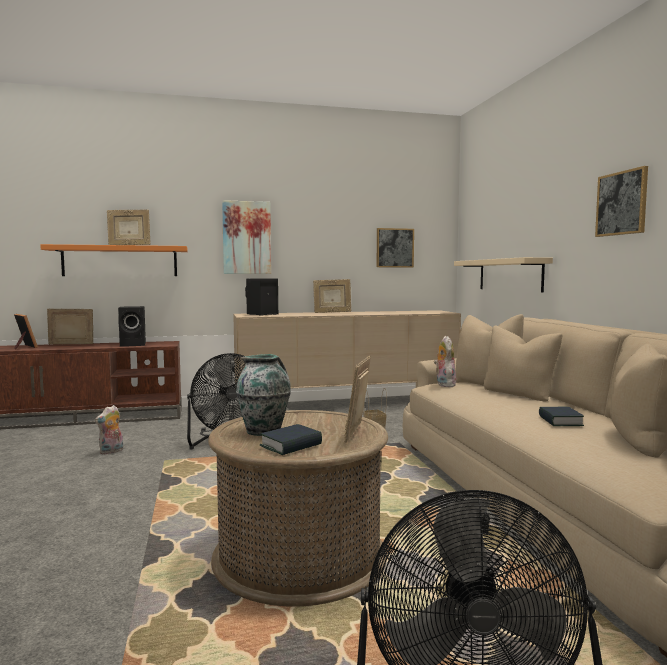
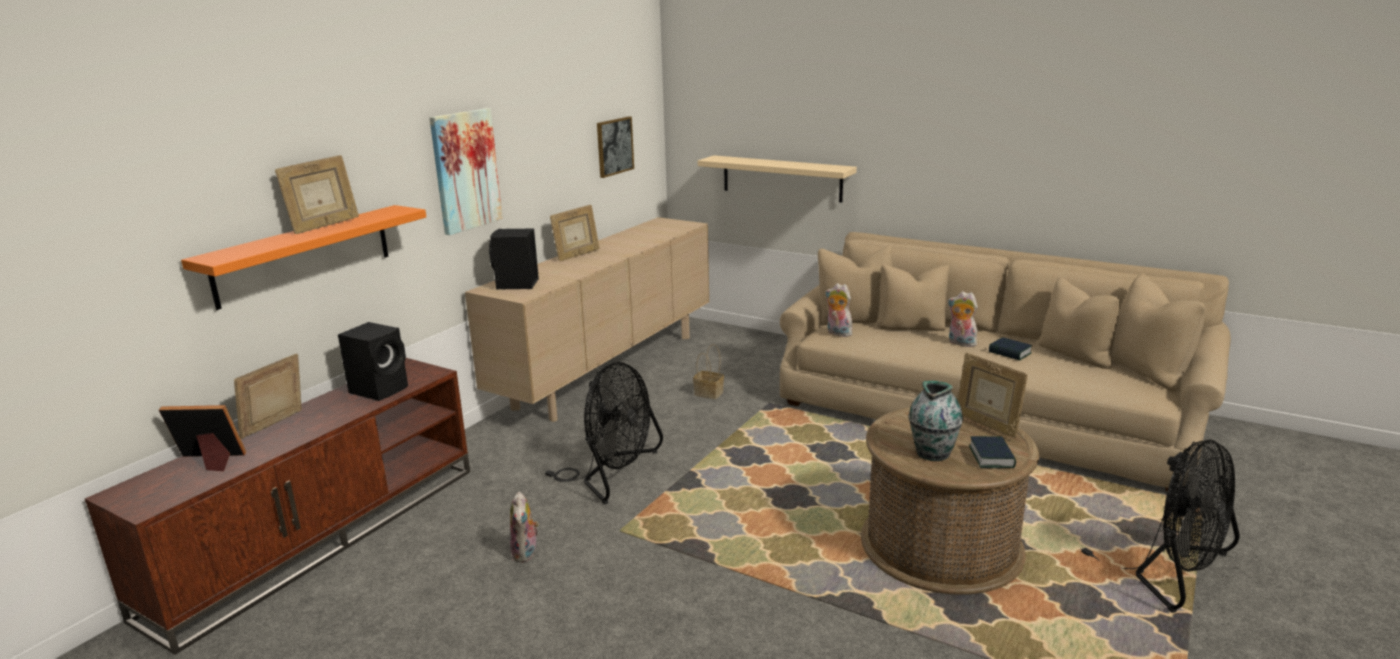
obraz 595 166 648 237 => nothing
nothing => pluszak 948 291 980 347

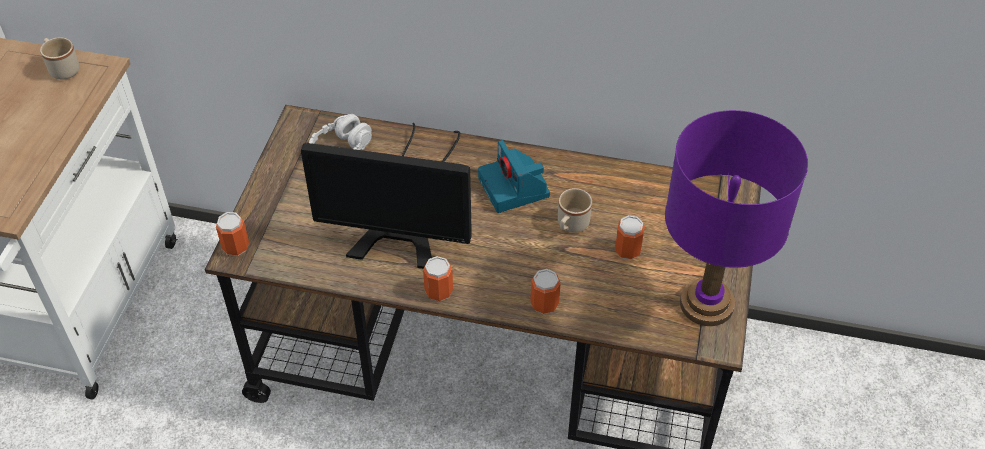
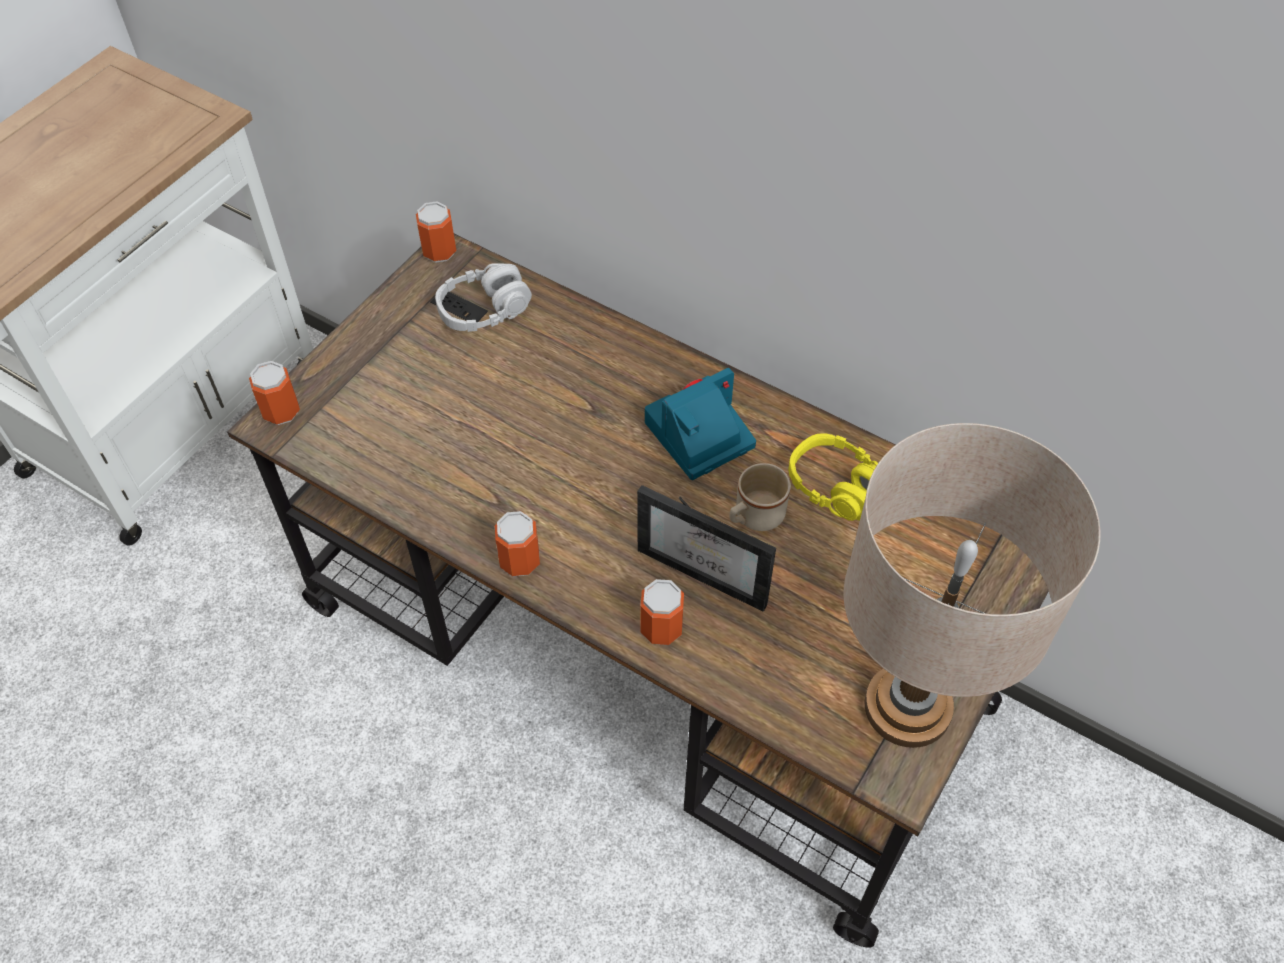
kubek/beżowy 40 37 80 80 => nothing
monitor 301 123 472 269 => nothing
nothing => ramka na zdjęcie 637 485 776 612
nothing => słuchawki/żółty 788 433 878 521
puszka 615 215 645 260 => puszka 416 201 456 263, shifted
lampa stołowa/fioletowy 665 110 808 326 => lampa stołowa/beżowy 843 423 1101 748
aparat fotograficzny 478 140 550 213 => aparat fotograficzny 645 368 756 480, 60 degrees clockwise

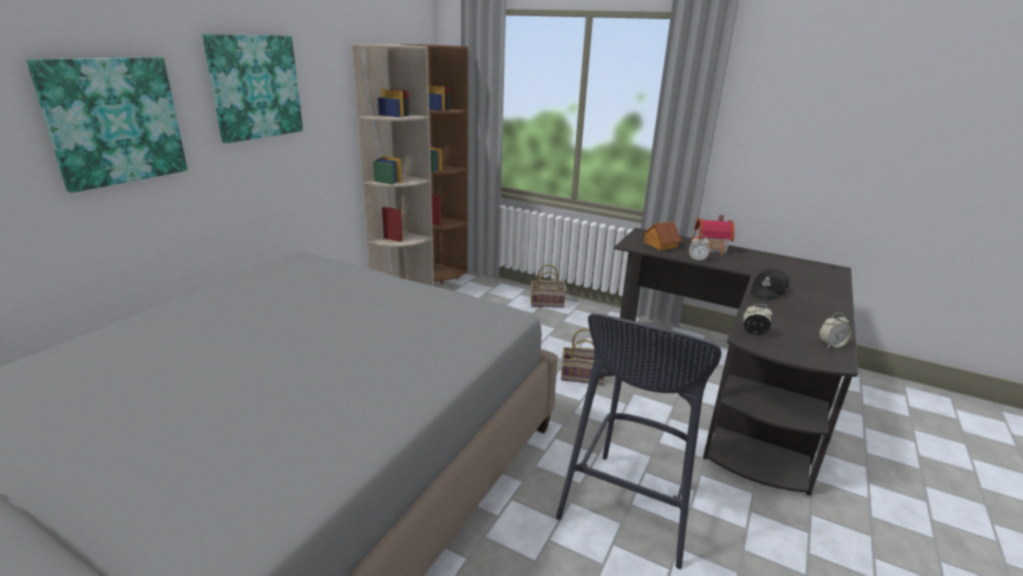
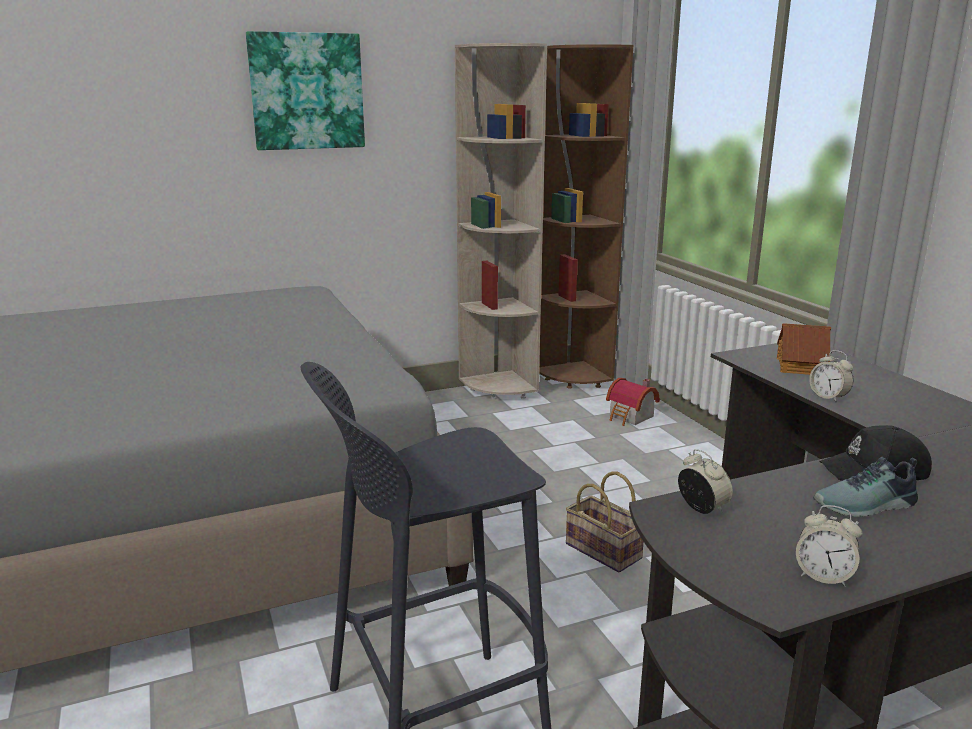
obraz 27 57 188 193 => nothing
koszyk 531 264 566 308 => nothing
nothing => but 813 457 918 517
domek 691 215 735 256 => domek 606 378 660 426, shifted

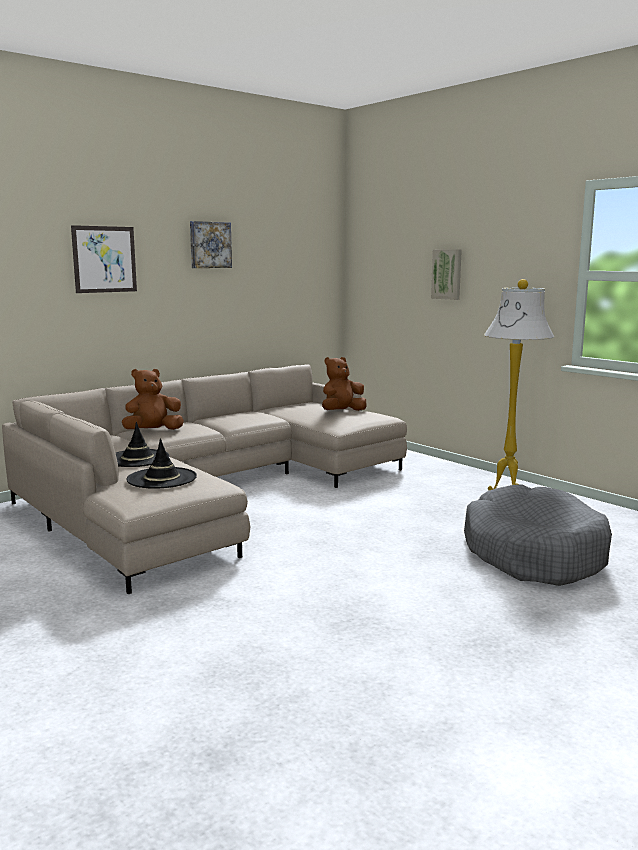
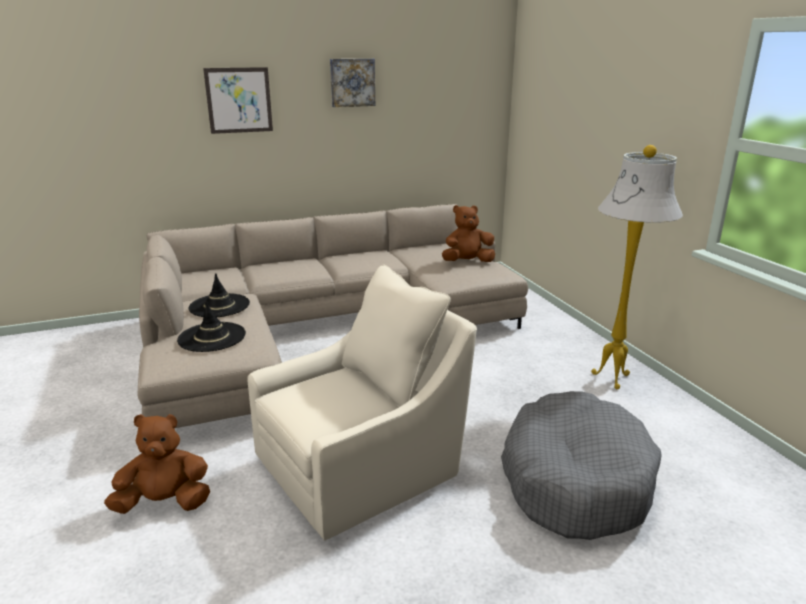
obraz 431 249 462 300 => nothing
nothing => fotel/beżowy 247 265 477 541
pluszak/brązowy 122 369 184 430 => pluszak/brązowy 104 414 210 514, shifted

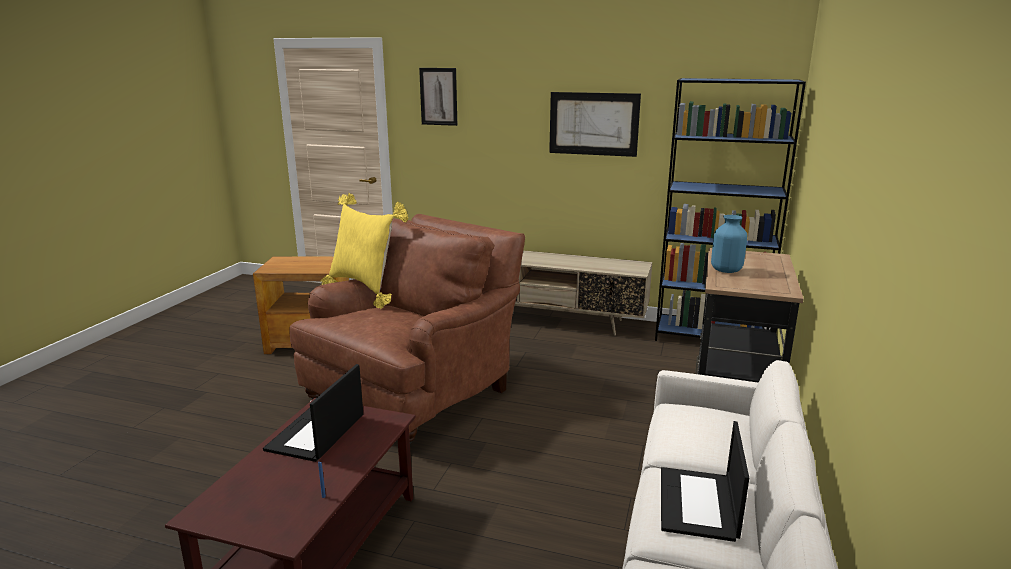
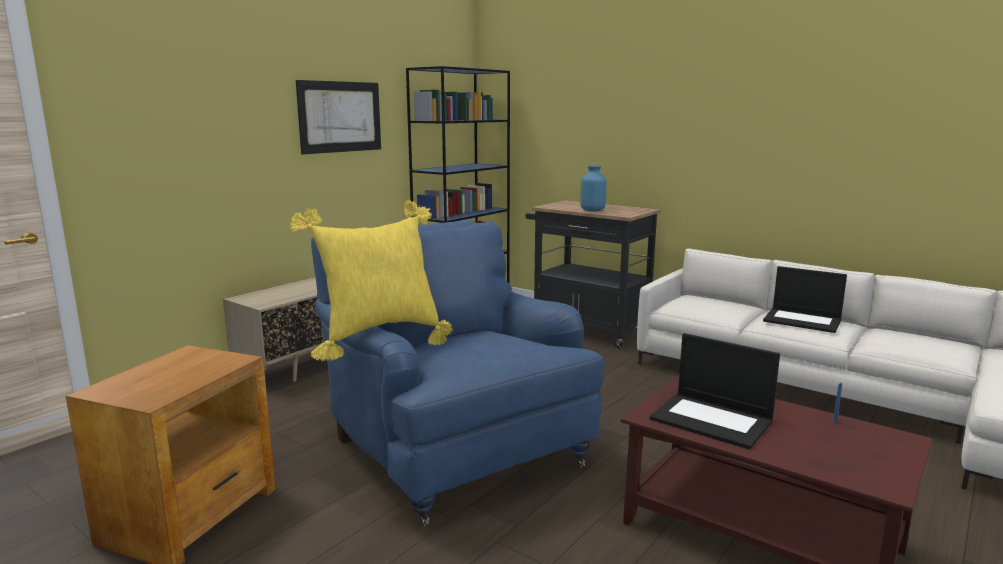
obraz 419 68 457 126 => nothing
fotel/brązowy 289 214 525 444 => fotel/niebieski 311 219 604 527

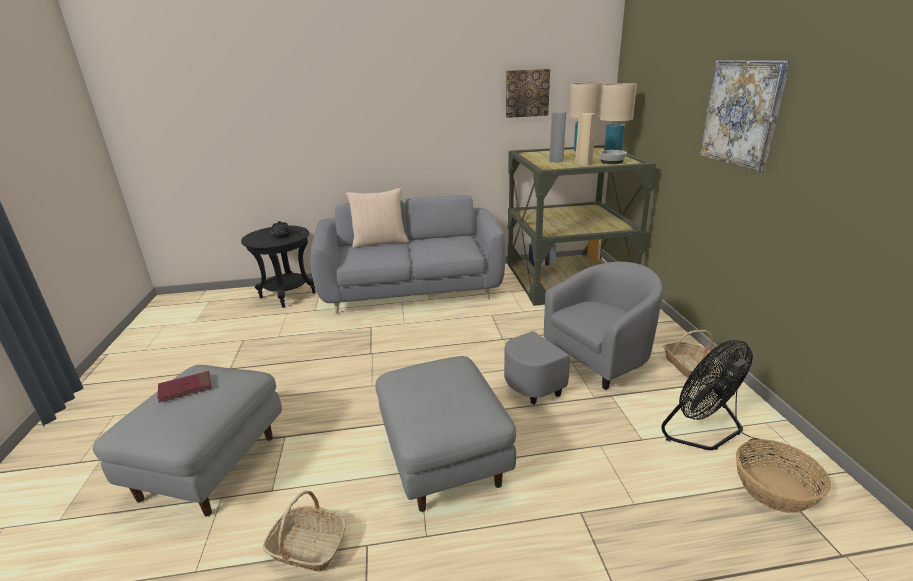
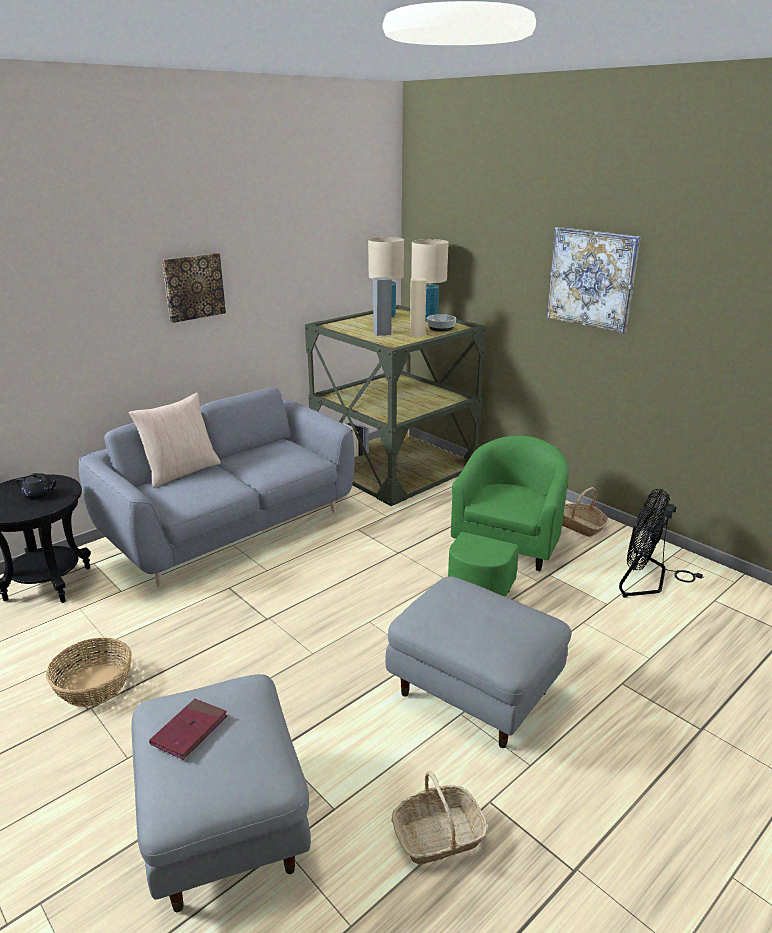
obraz 506 69 550 118 => obraz 162 253 226 323, shifted
koszyk 736 439 831 513 => koszyk 46 638 132 707, shifted
fotel/szary 504 262 663 405 => fotel/zielony 448 436 569 596

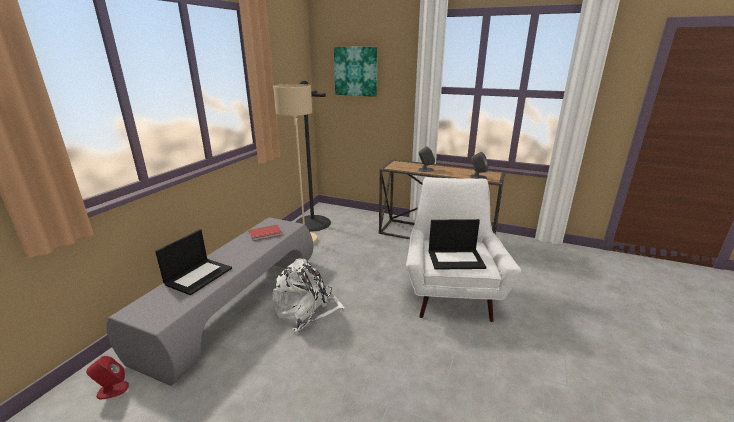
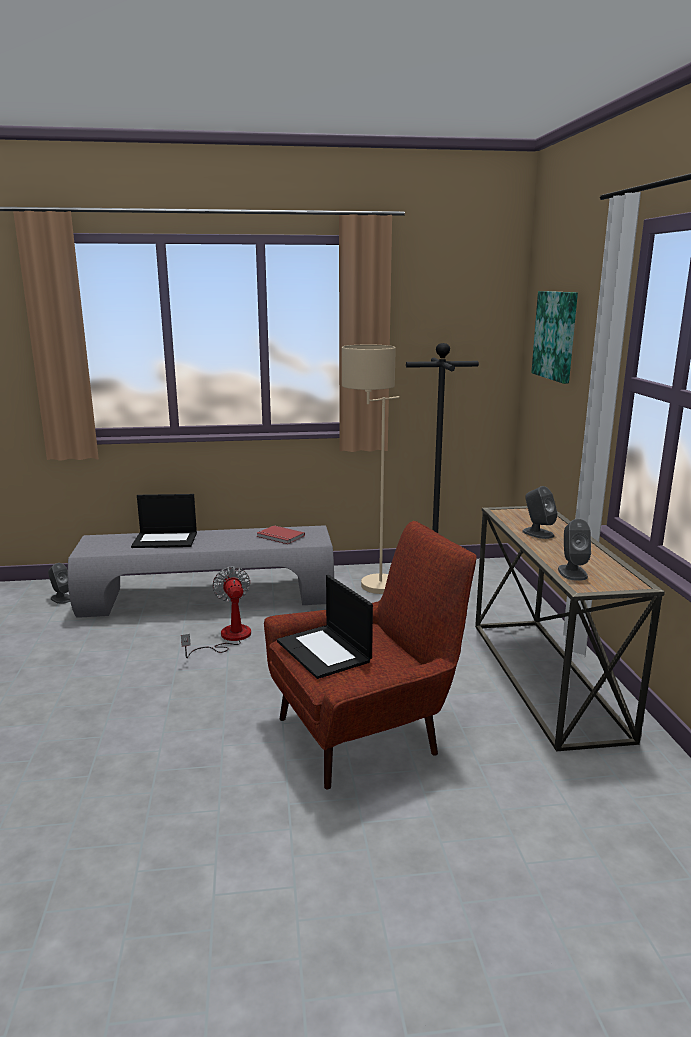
plecak/biały 273 259 344 332 => wentylator 181 566 251 658
głośnik/czerwony 86 356 129 399 => głośnik/szary 48 563 70 604
fotel/biały 406 177 521 322 => fotel/czerwony 264 521 477 789

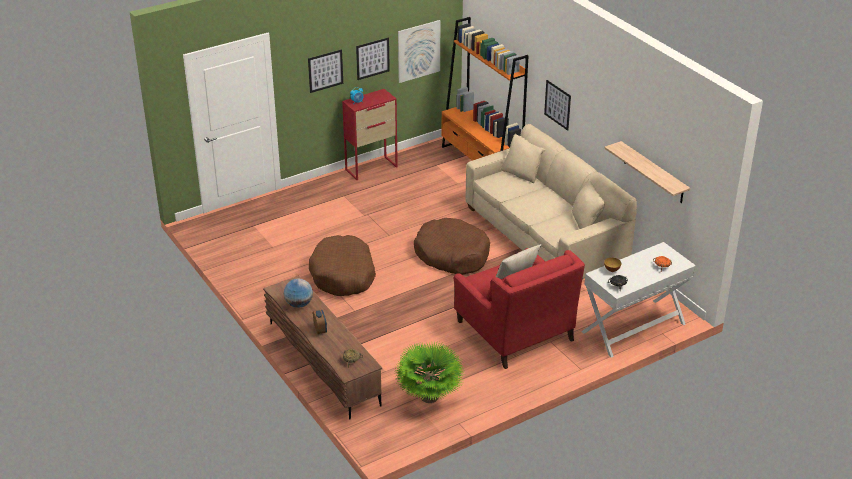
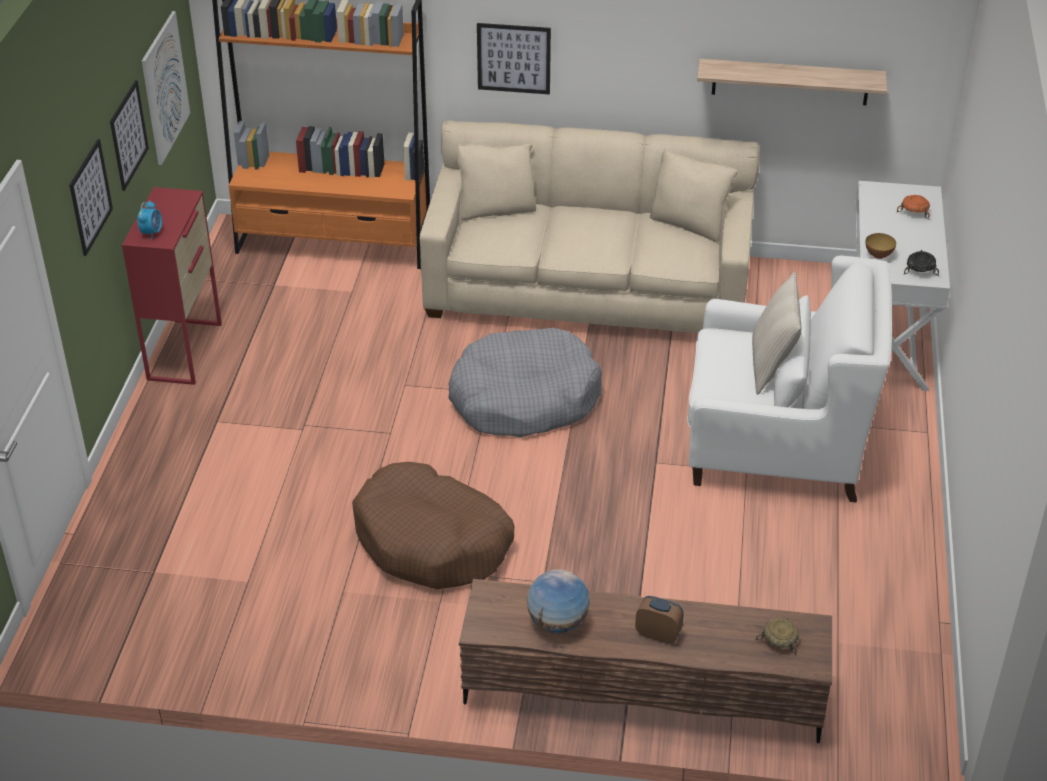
roślina doniczkowa 396 341 465 403 => nothing
legowisko/brązowy 414 218 490 275 => legowisko/szary 448 328 602 437
fotel/czerwony 454 248 585 369 => fotel/biały 687 256 892 503

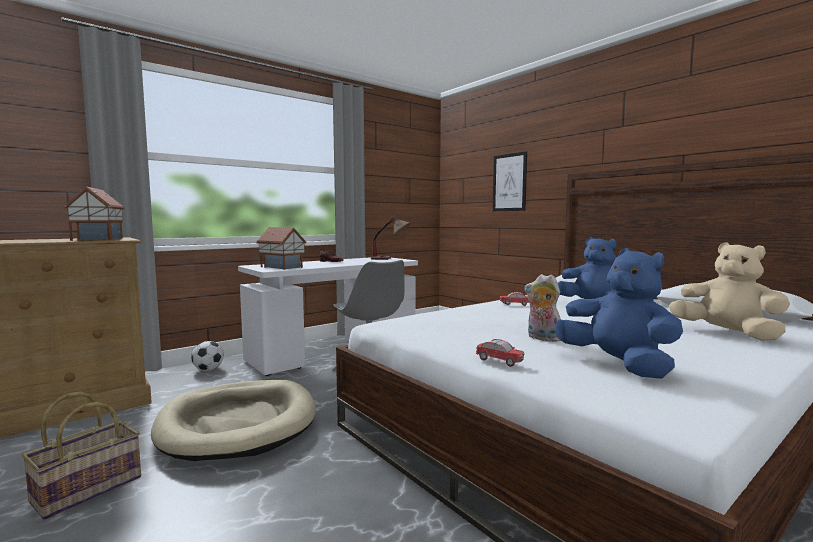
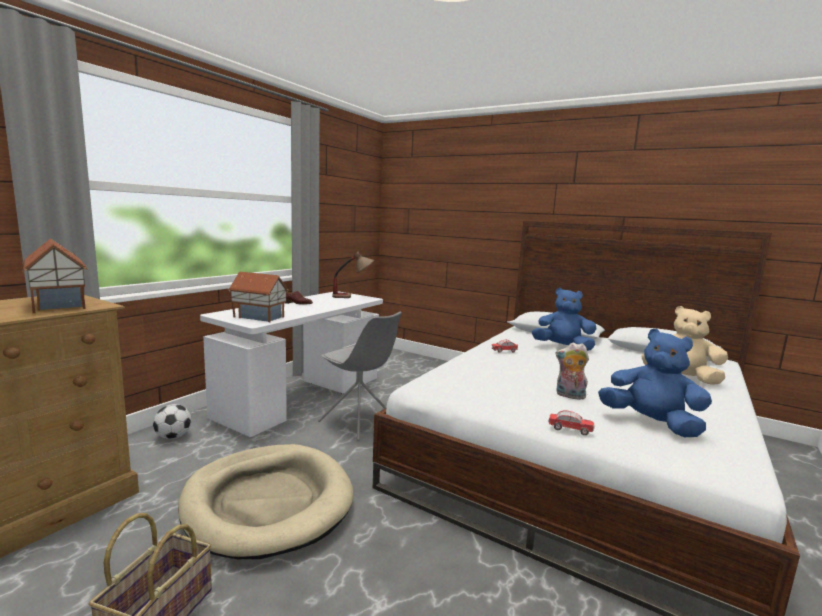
obraz 493 151 527 211 => nothing

